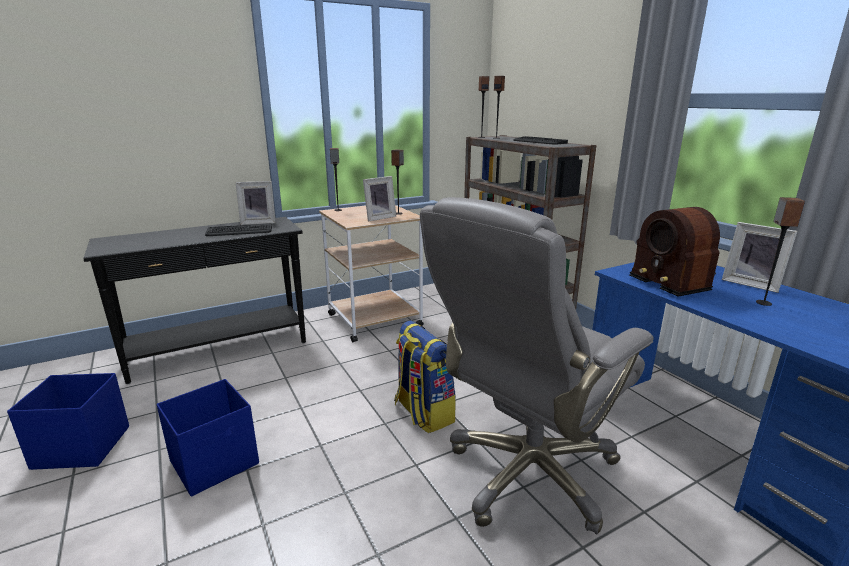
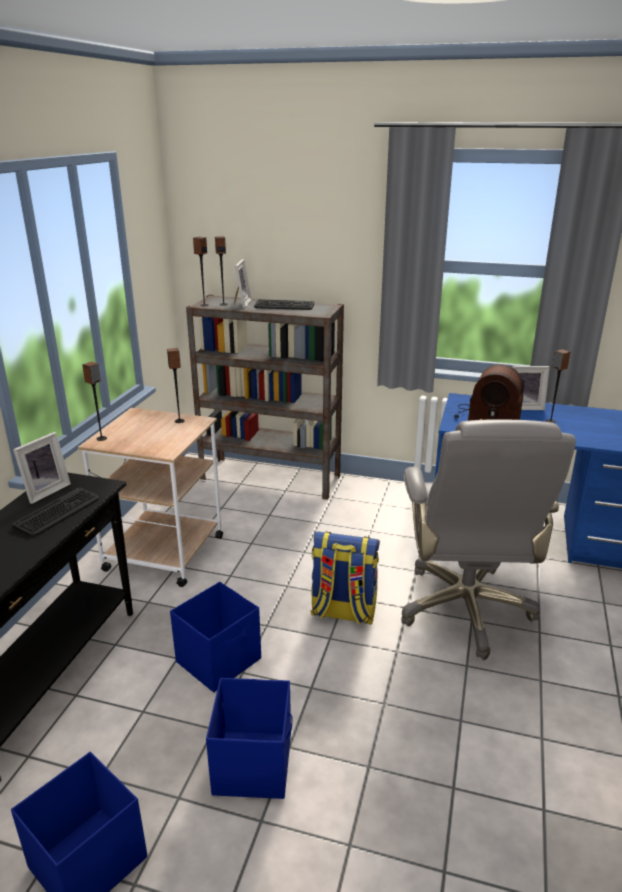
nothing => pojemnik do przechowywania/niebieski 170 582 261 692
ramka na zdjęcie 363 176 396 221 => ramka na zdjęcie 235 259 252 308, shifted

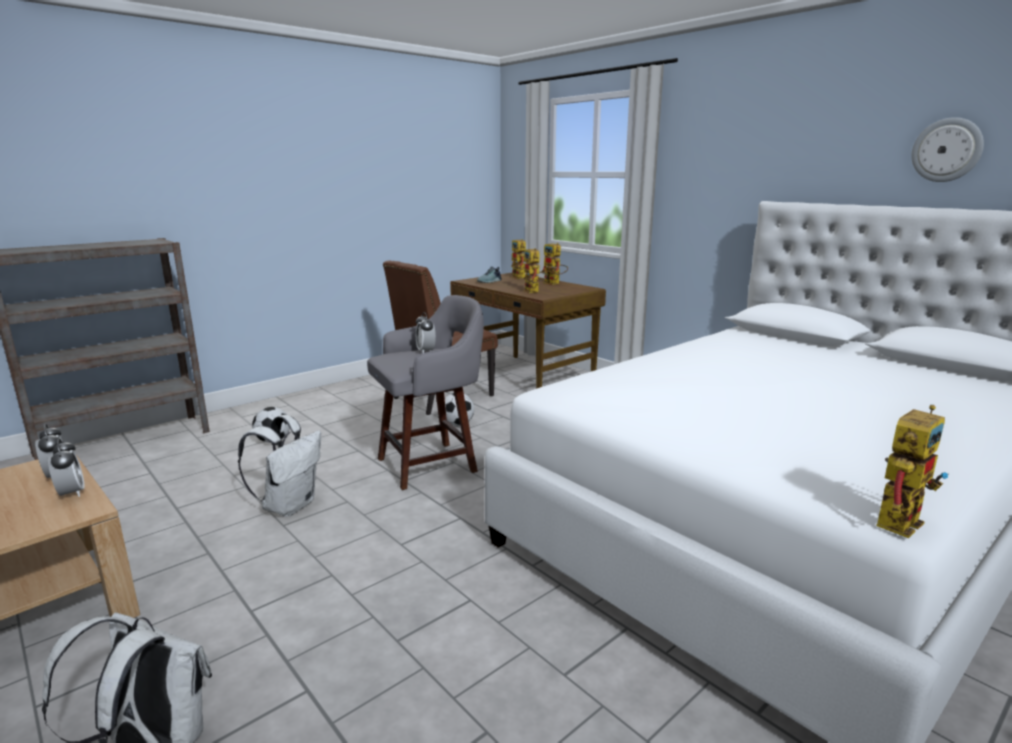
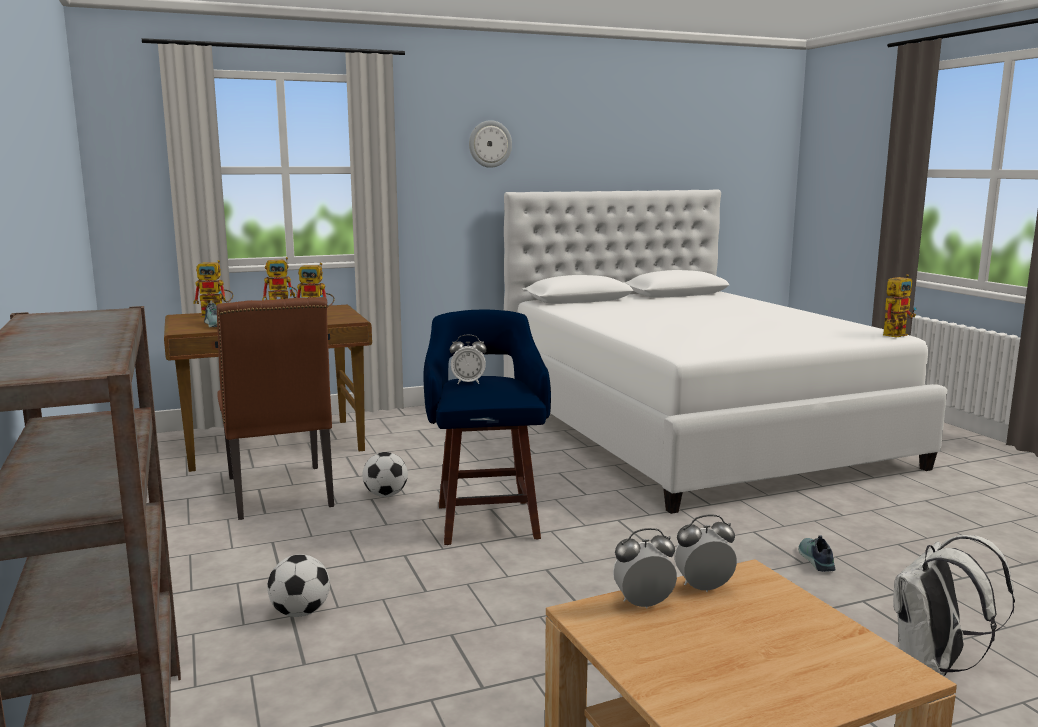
plecak/biały 238 415 321 517 => nothing
nothing => but 798 536 836 572
zegar ścienny 911 117 984 182 => zegar ścienny 469 120 512 168, shifted
stołek/szary 367 295 484 490 => stołek/niebieski 424 310 551 545
robot zabawkowy 876 405 949 538 => robot zabawkowy 883 274 917 338, 75 degrees clockwise

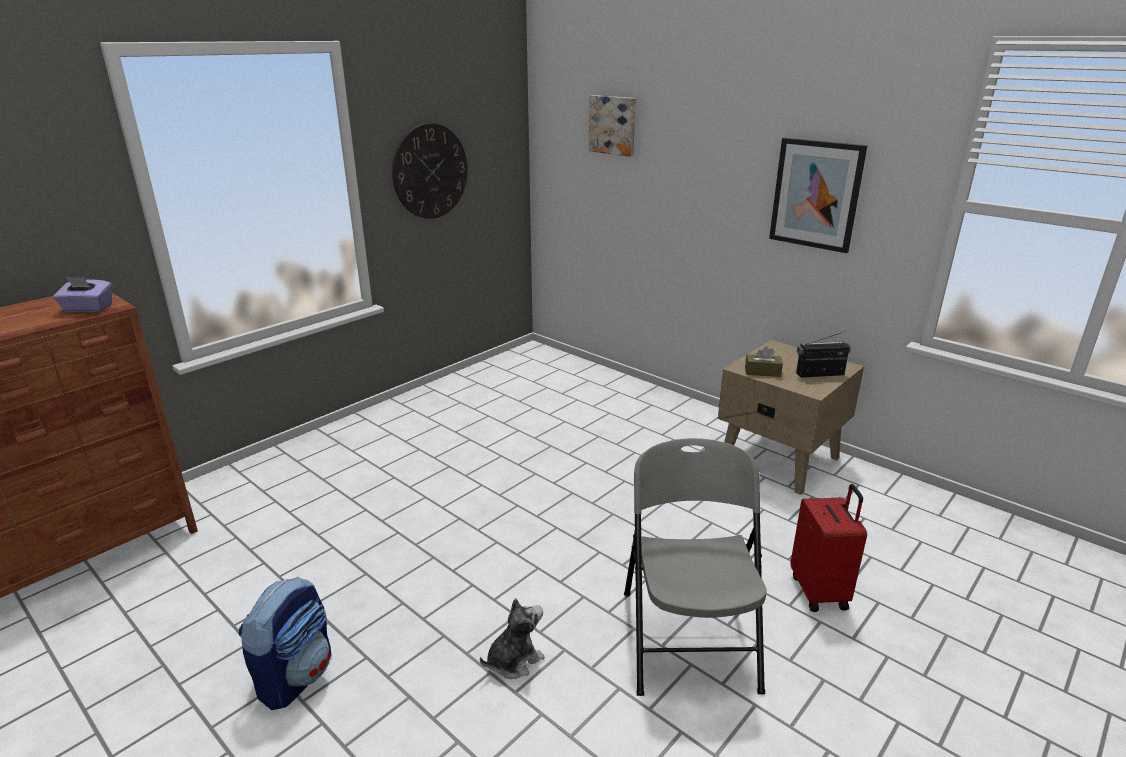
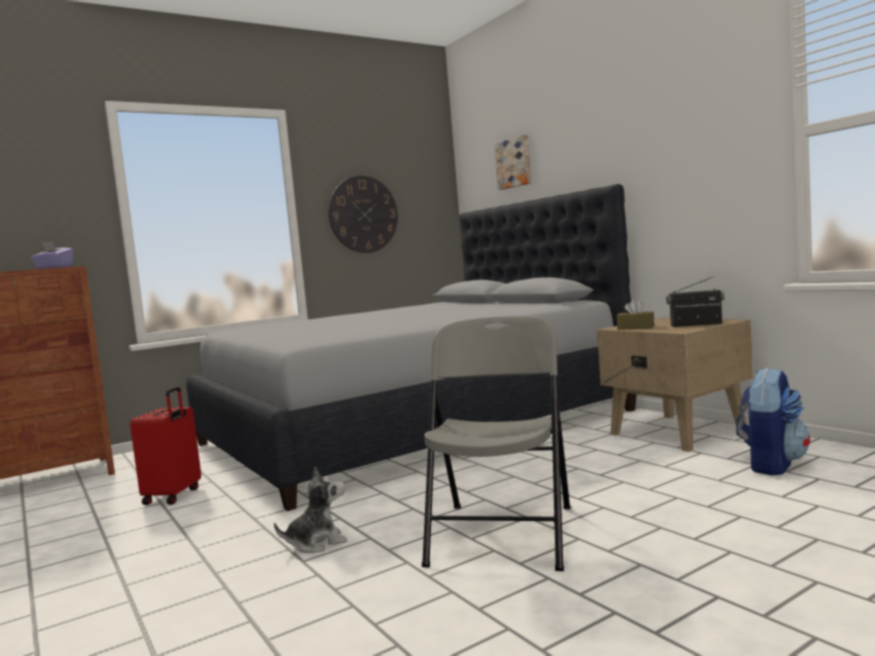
obraz 769 138 867 253 => nothing
nothing => łóżko/szary 186 184 637 511
plecak 239 577 331 710 => plecak 736 367 810 475, shifted
walizka/czerwony 791 484 867 612 => walizka/czerwony 130 387 201 505, shifted

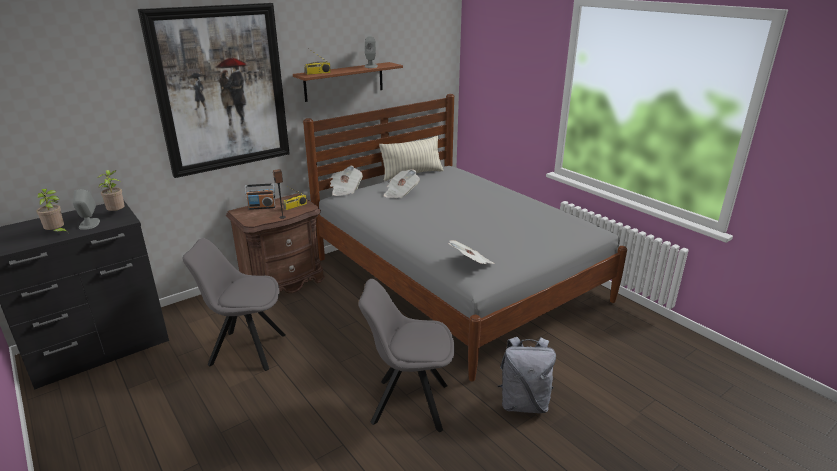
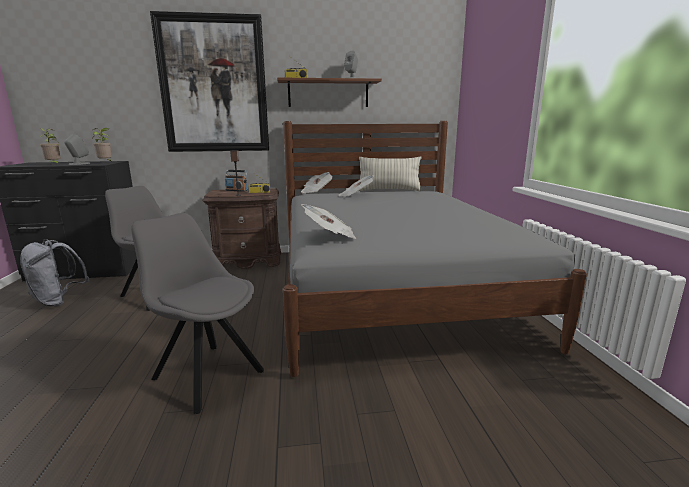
plecak/szary 498 337 556 413 => plecak/szary 20 239 89 306, shifted

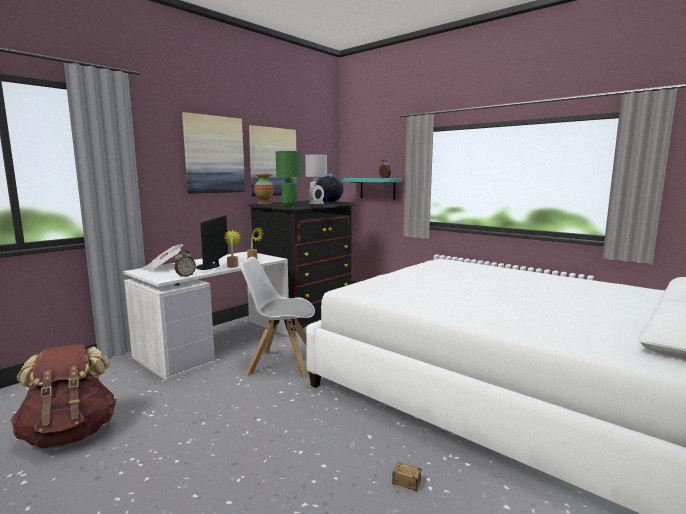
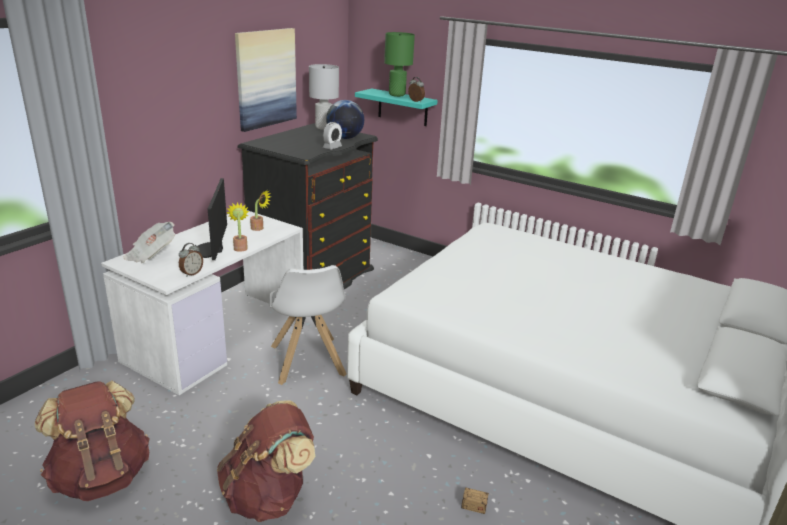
obraz 182 112 245 194 => nothing
wazon 254 174 274 204 => nothing
nothing => plecak/brązowy 217 400 315 522
lampa stołowa/zielony 276 151 302 206 => lampa stołowa/zielony 384 32 415 97, shifted
krzesło 239 257 315 378 => krzesło 269 265 347 385, 105 degrees counterclockwise

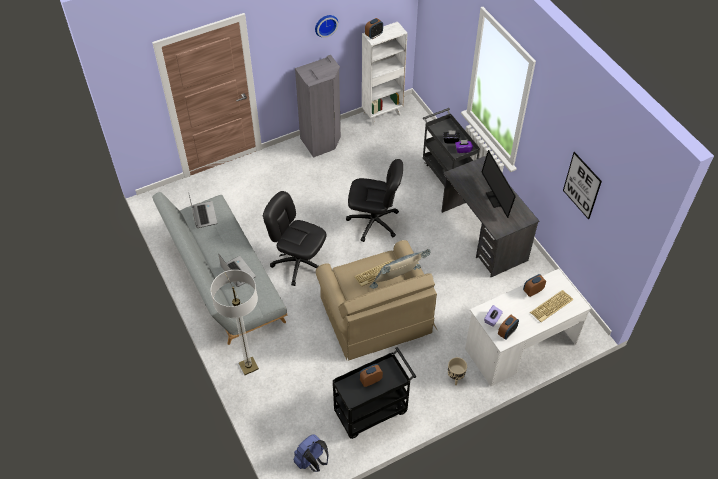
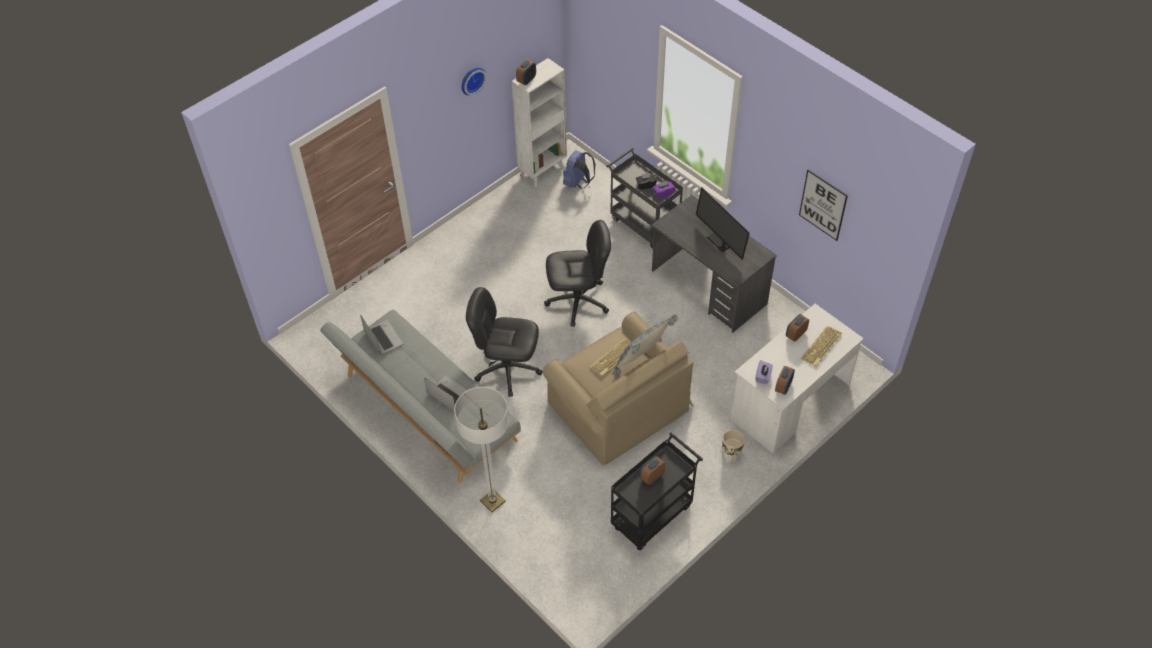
szafka/szary 295 55 341 158 => nothing
plecak/niebieski 294 434 329 472 => plecak/niebieski 563 151 595 189, shifted

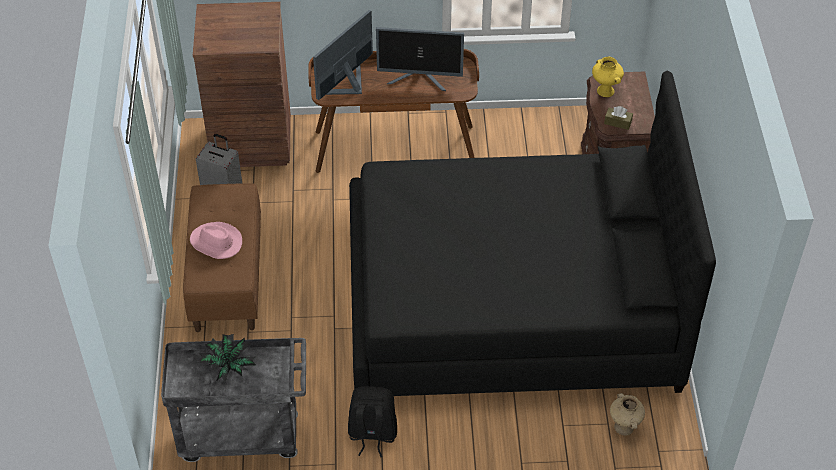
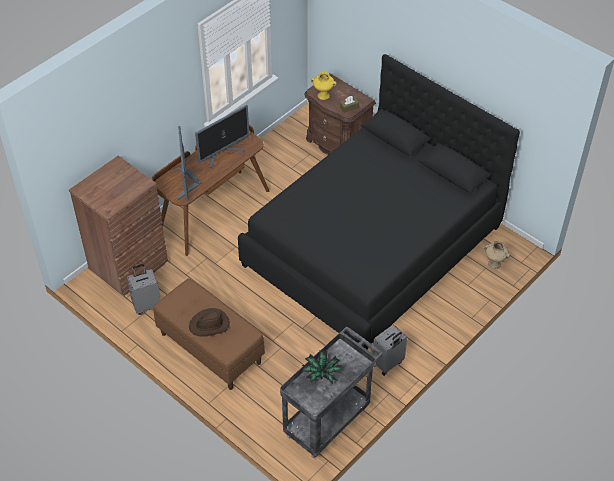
plecak/czarny 348 386 397 457 => walizka/szary 372 324 407 376
kapelusz/różowy 190 222 242 259 => kapelusz/brązowy 189 308 230 337

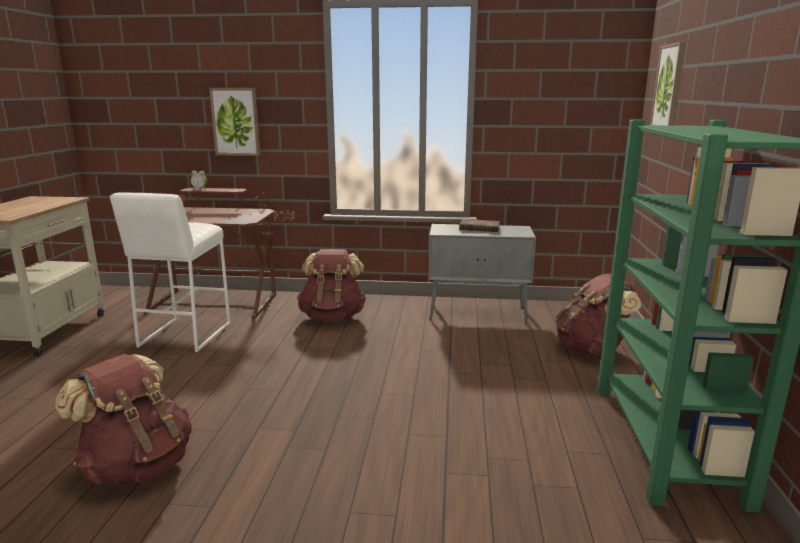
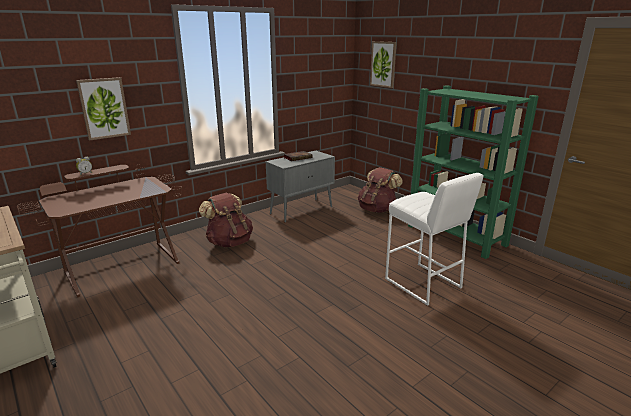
plecak/brązowy 55 354 192 486 => nothing
stołek/biały 110 192 231 352 => stołek/biały 385 173 484 306, shifted

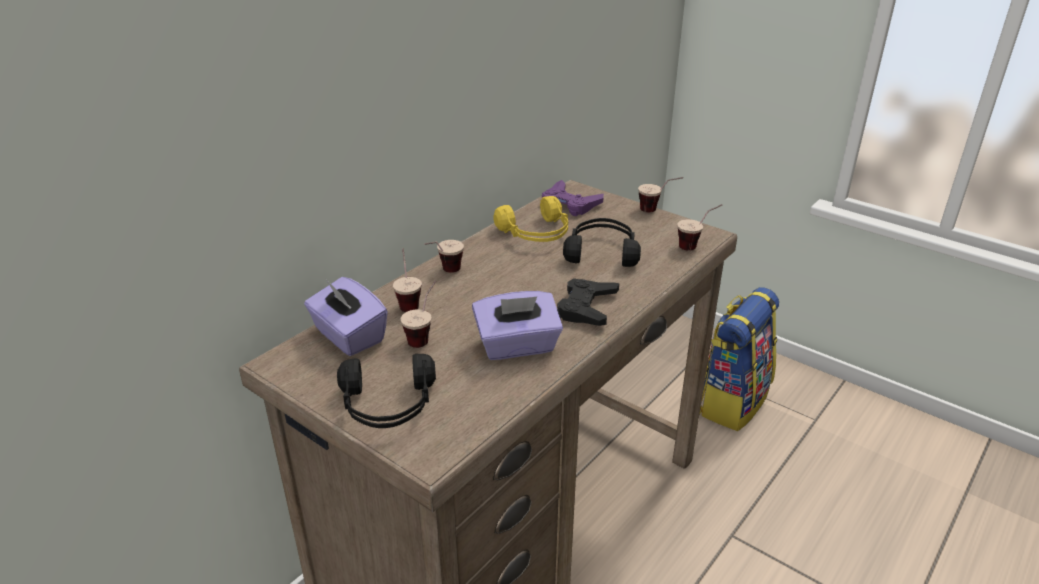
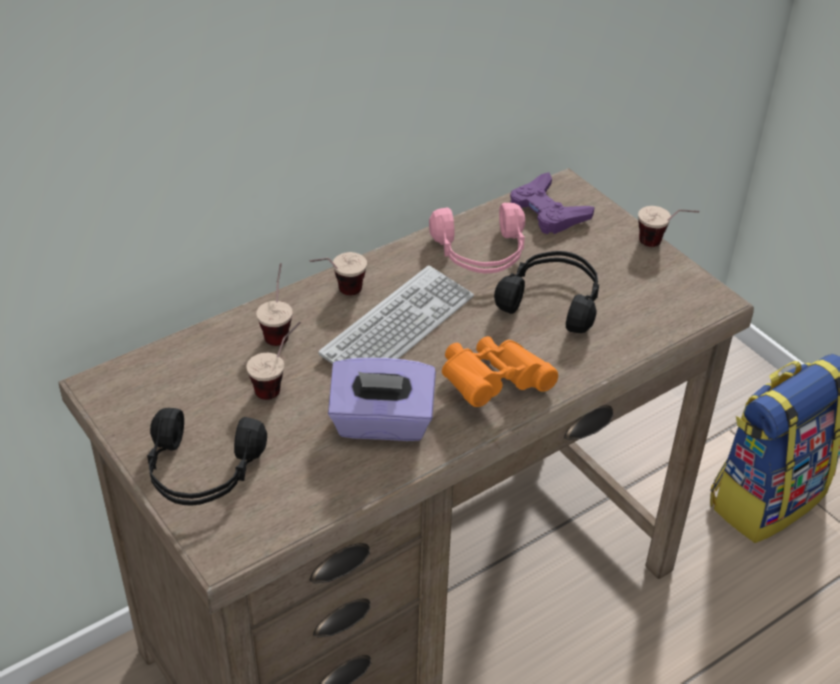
pudełko chusteczek/fioletowy 304 277 388 356 => nothing
filiżanka 678 204 722 251 => nothing
nothing => klawiatura 318 266 474 364
pad do gier/czarny 557 278 619 326 => lornetka/pomarańczowy 442 336 558 407
słuchawki/żółty 493 196 568 242 => słuchawki/różowy 429 203 525 273

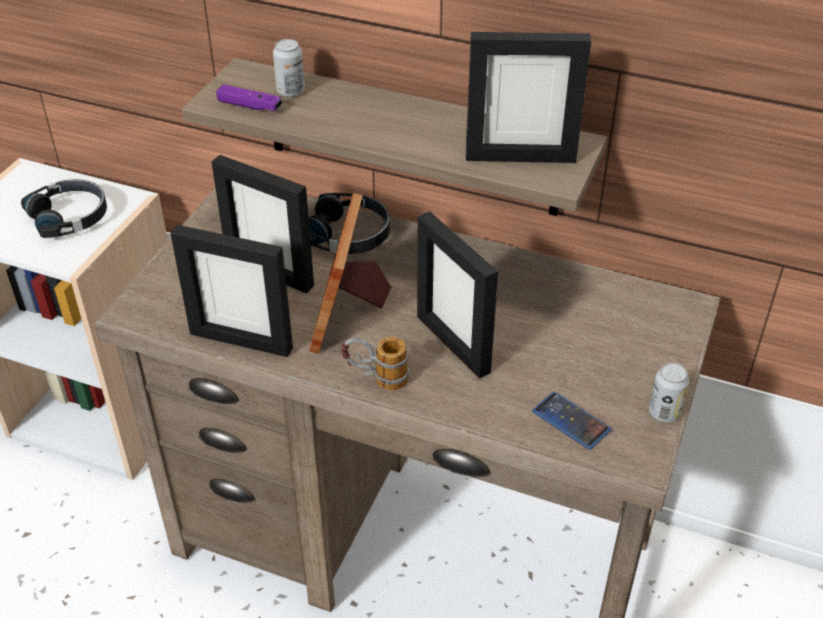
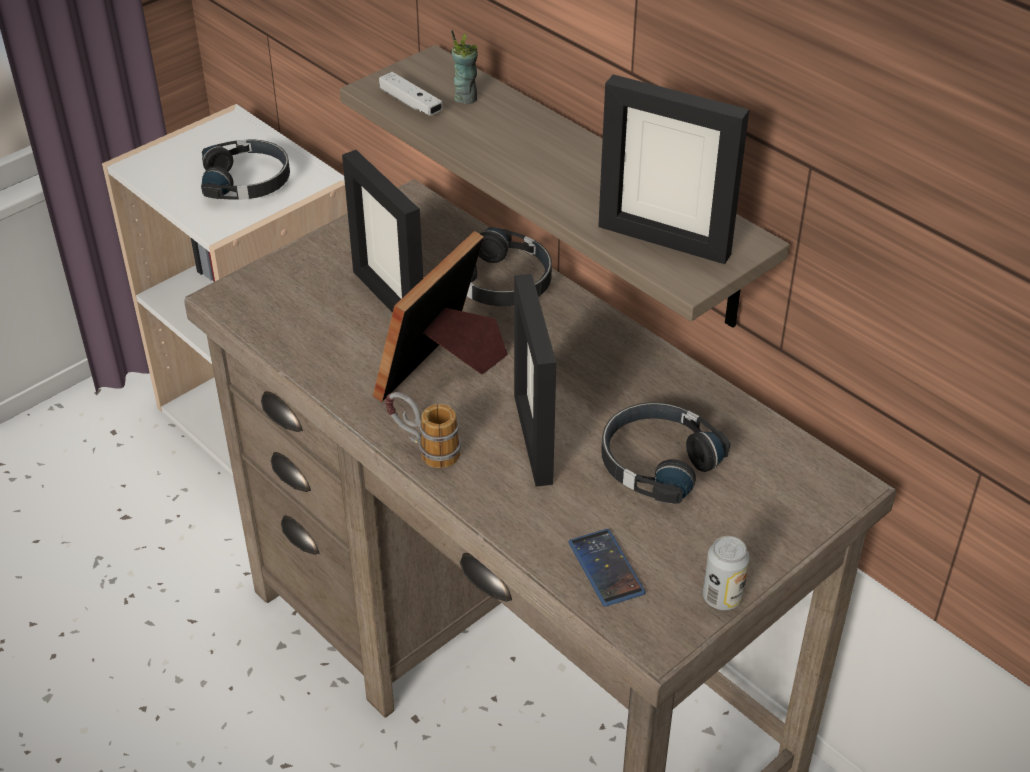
ramka na zdjęcie 171 225 293 357 => nothing
nothing => słuchawki/czarny 601 402 730 504
puszka 273 39 305 97 => filiżanka 451 30 478 104
pad do gier/fioletowy 216 84 282 111 => pad do gier/biały 379 72 443 116

